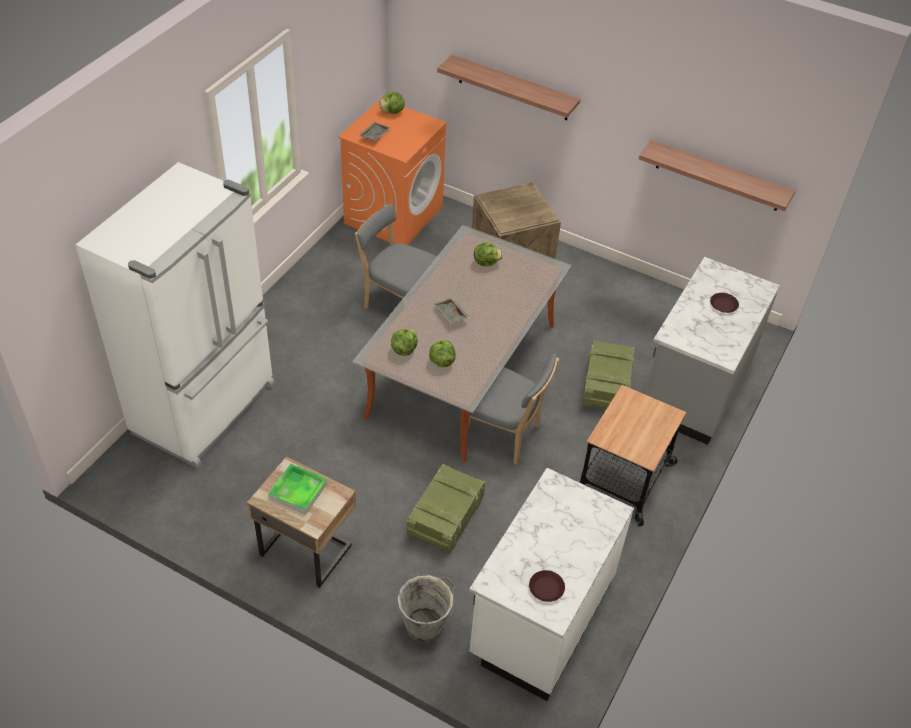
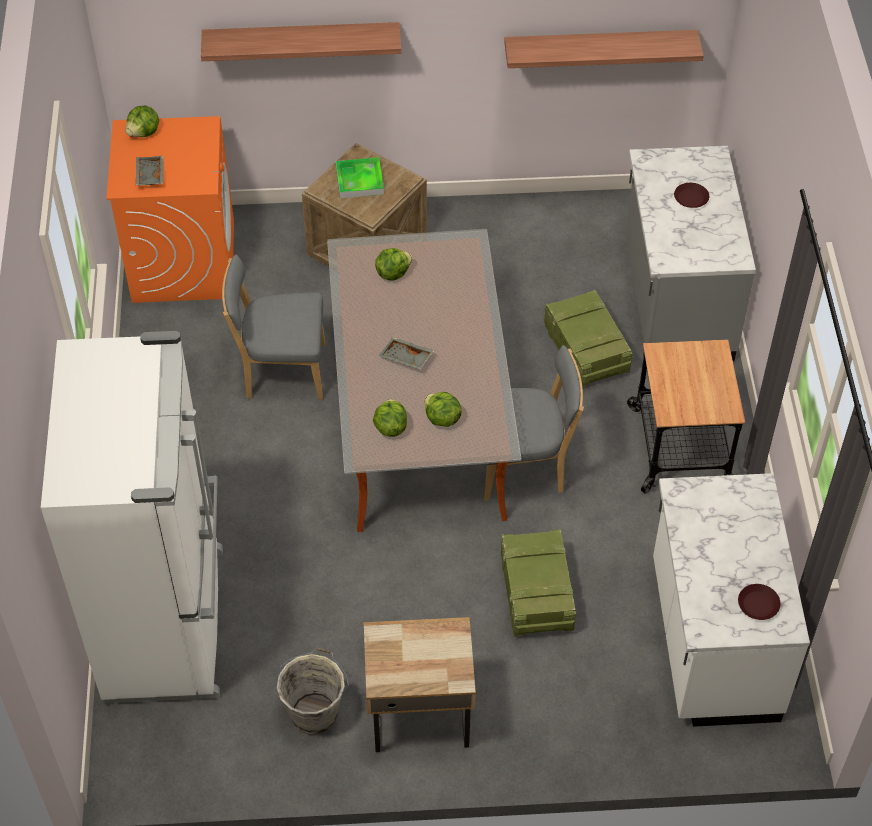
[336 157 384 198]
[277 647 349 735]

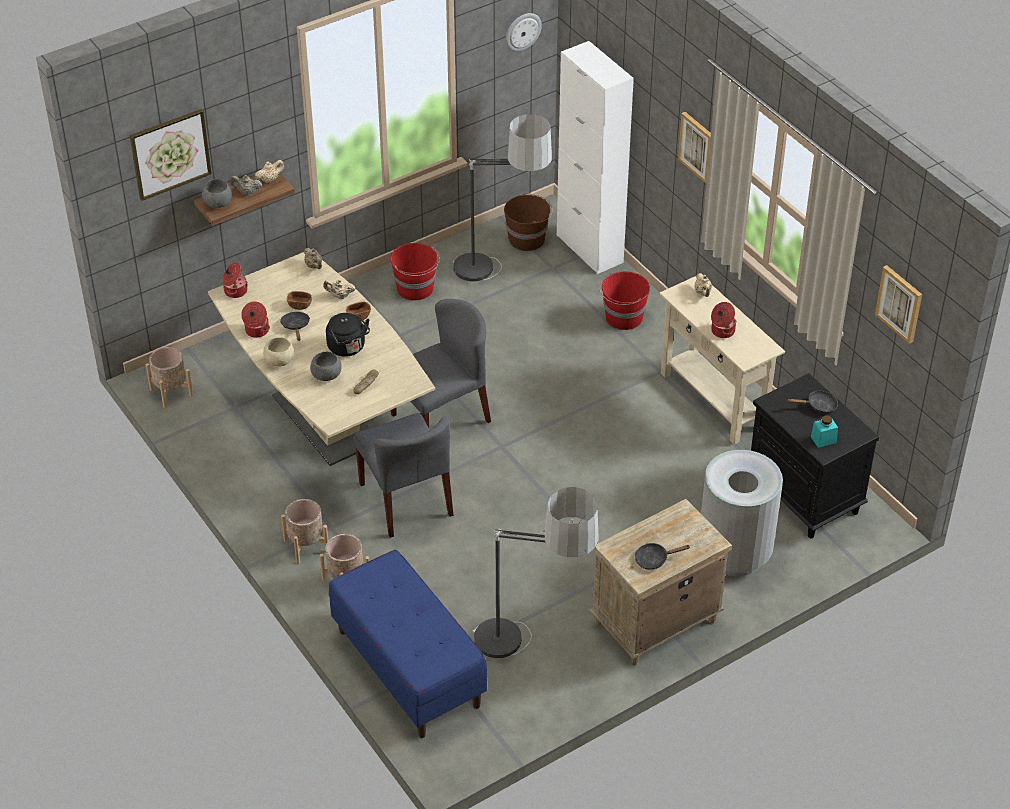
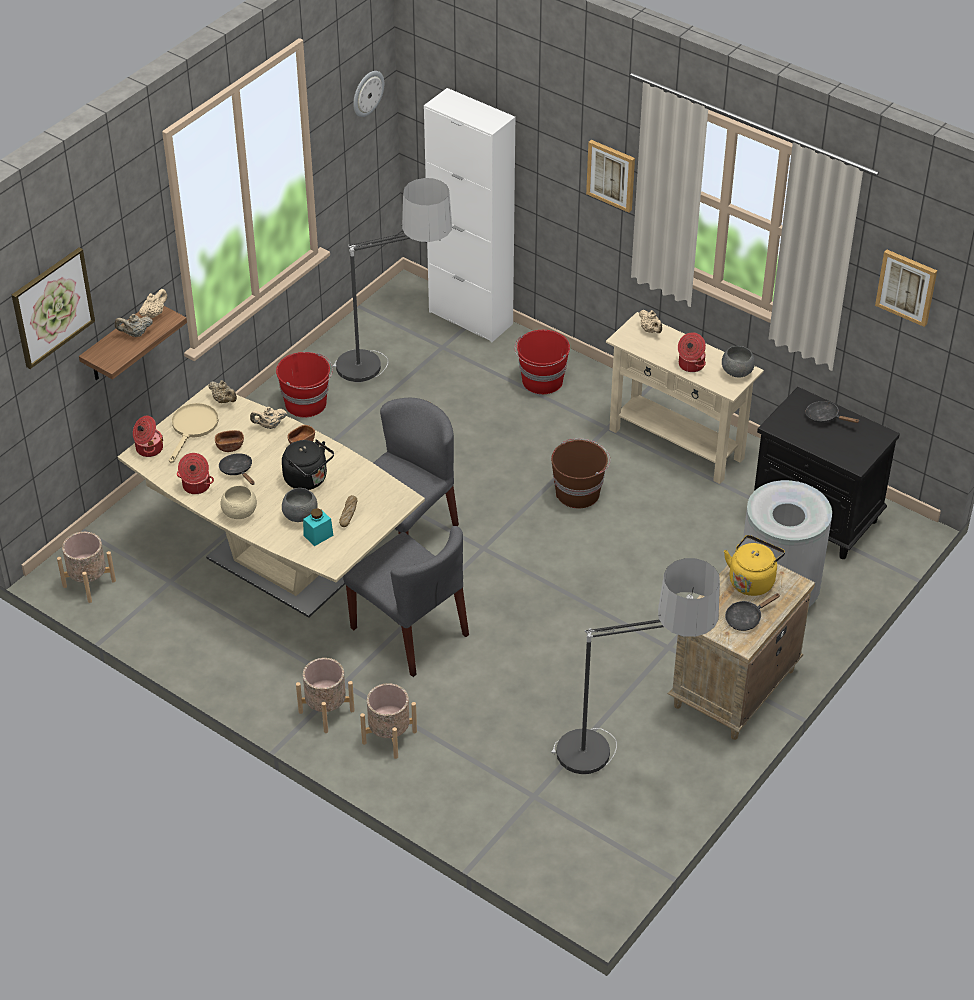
[722 346 755 378]
[551 438 610 508]
[806 401 859 423]
[303 508 333 546]
[329 550 487 738] (first image)
[169 403 219 463]
[724 535 785 596]

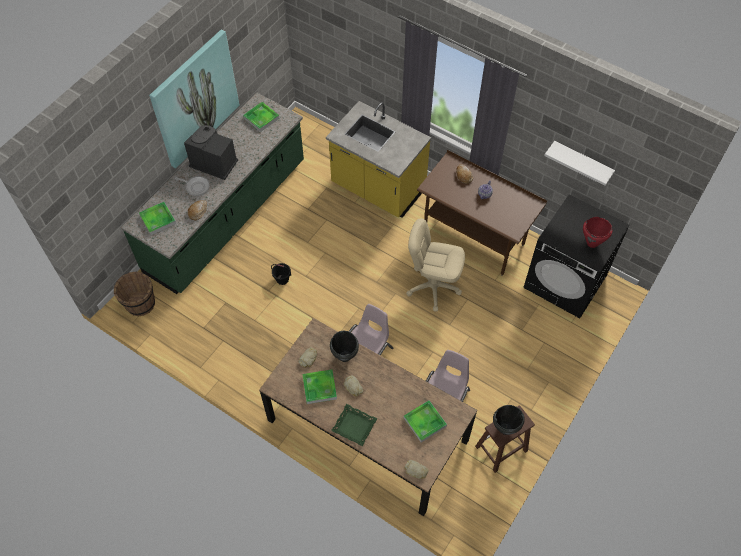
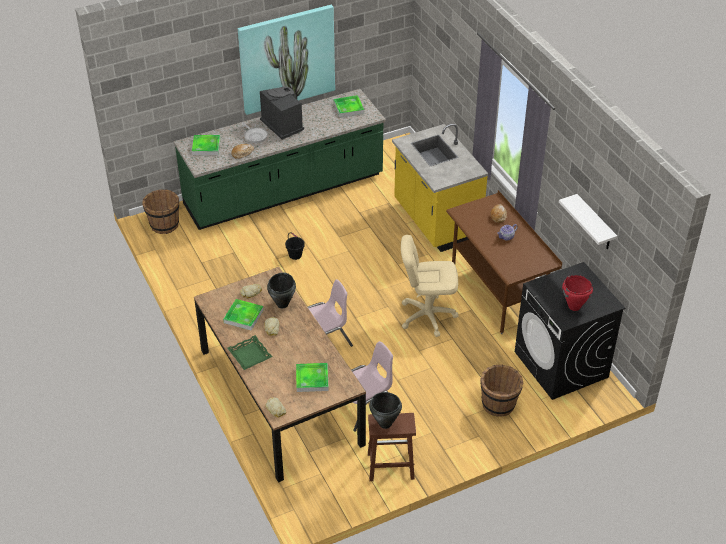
[401 235 458 337]
[481 364 523 417]

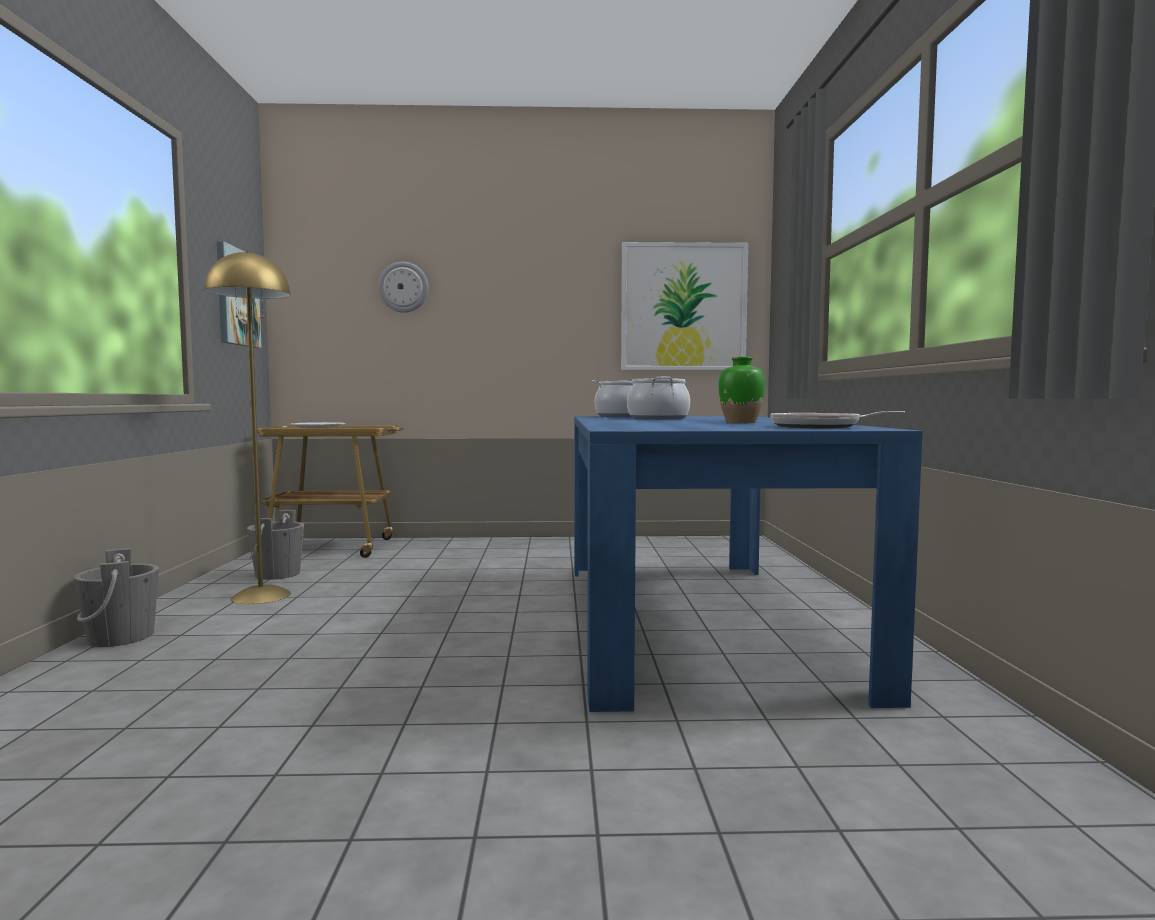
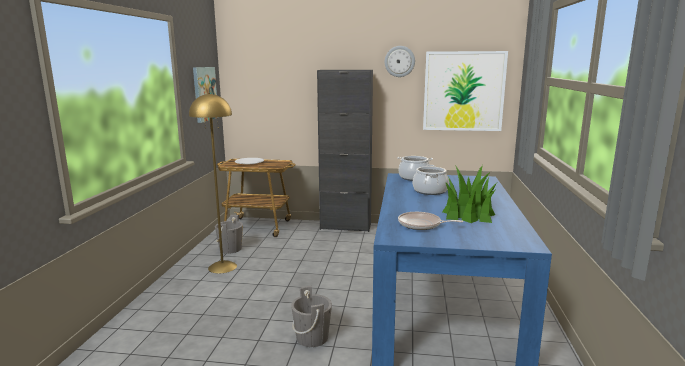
[385 46 415 77]
[442 165 497 223]
[398 212 464 230]
[291 286 332 347]
[317 70 373 232]

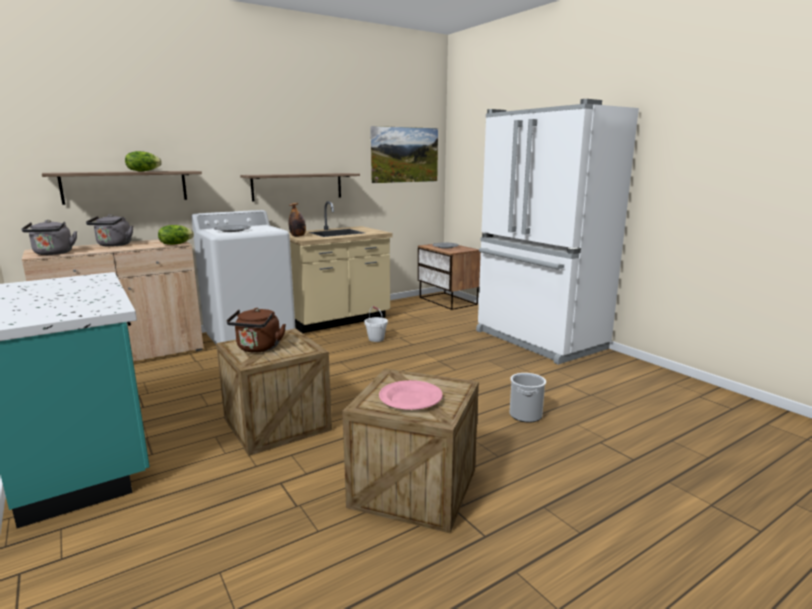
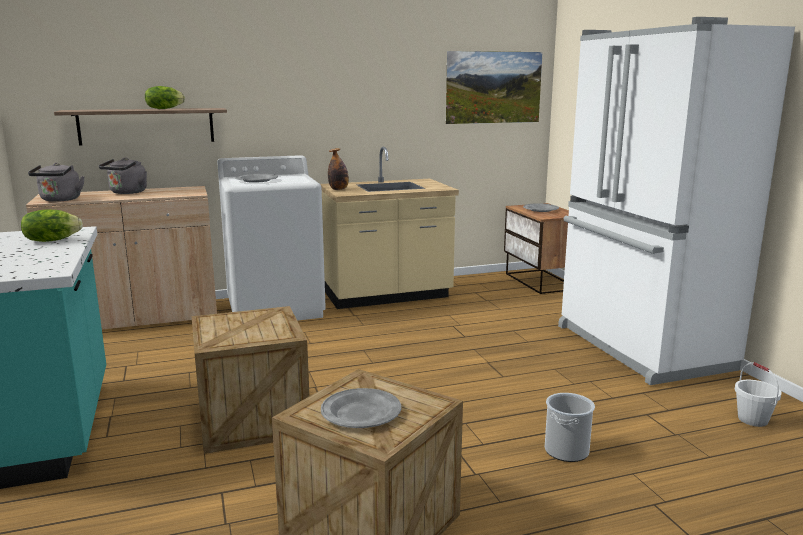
[240 173 360 202] (first image)
[21 209 83 242]
[735 362 782 427]
[226 308 286 353] (first image)
[321 388 401 428]

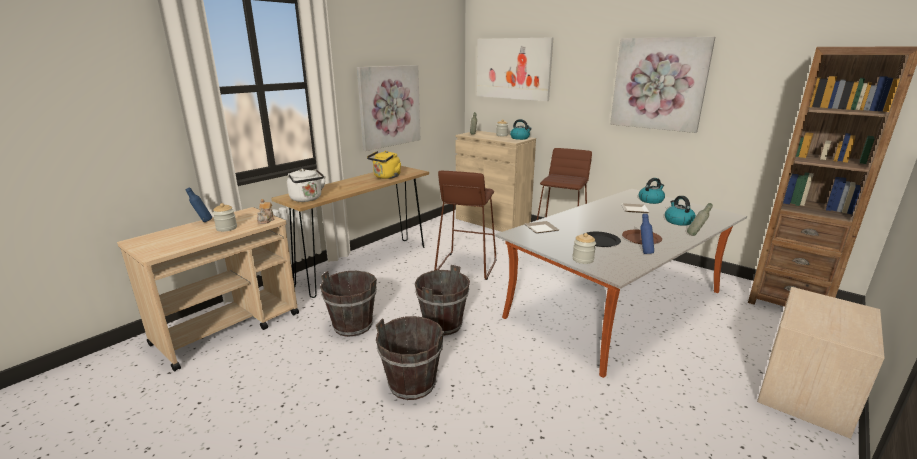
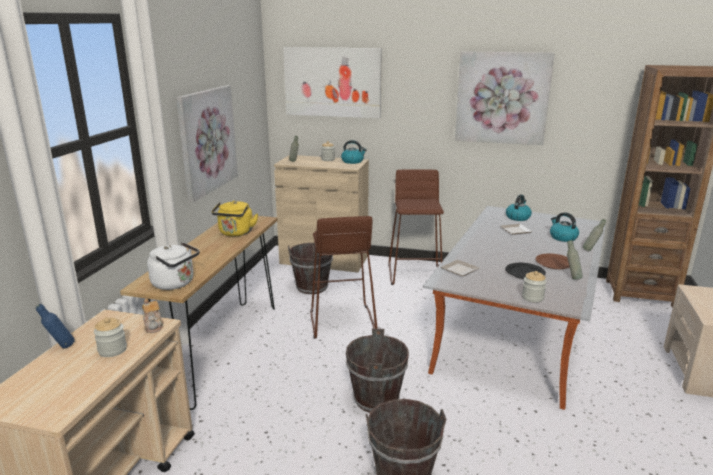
[567 240 583 280]
[288 243 333 294]

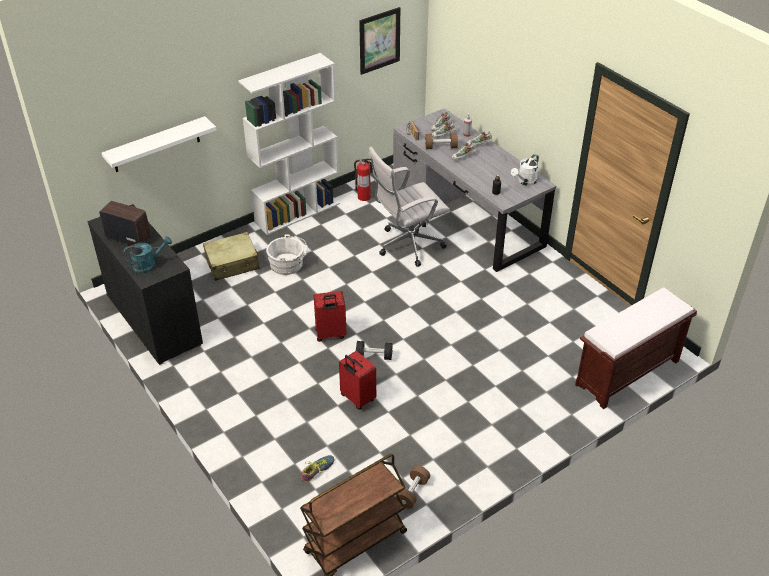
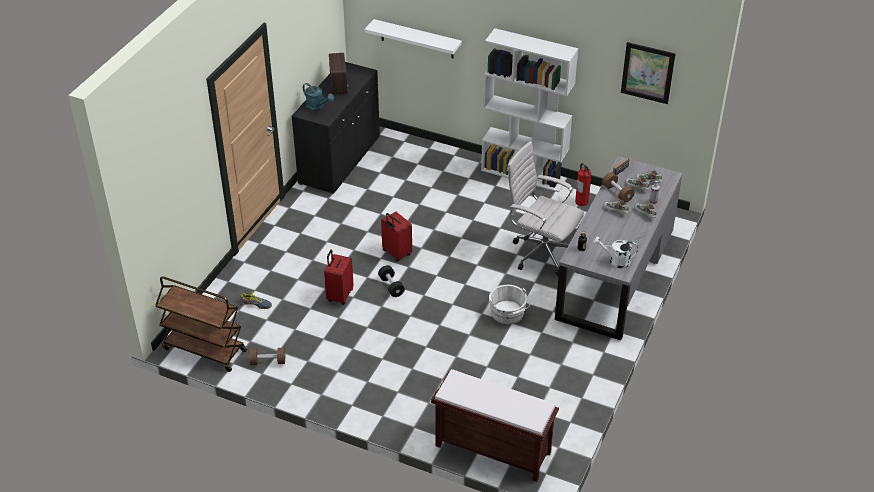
[203 232 260 281] (first image)
[489 285 531 324]

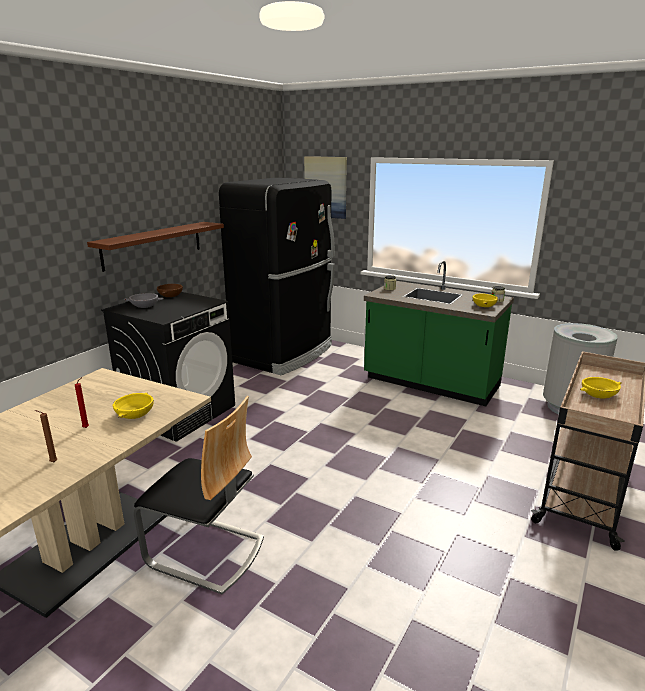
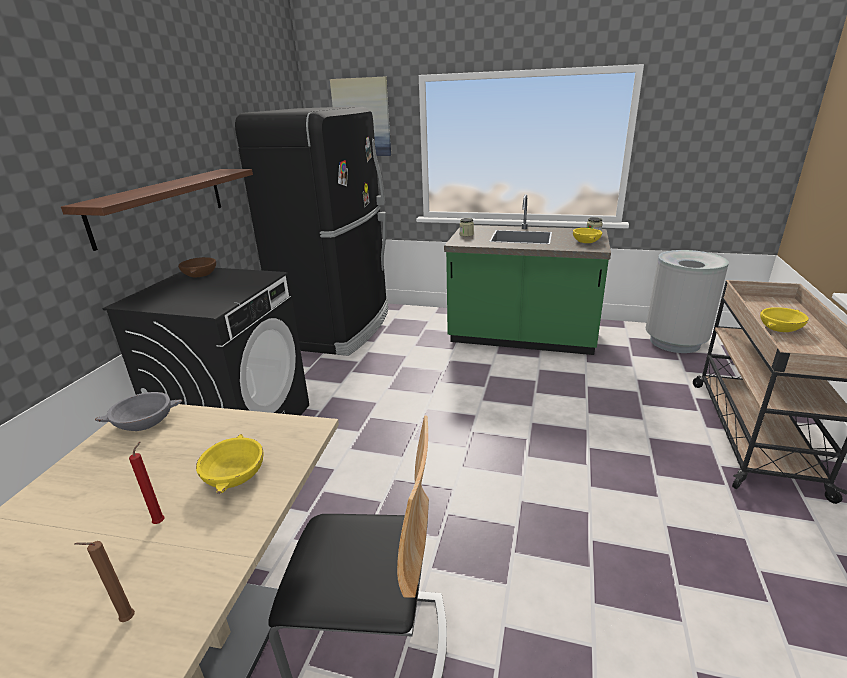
[95 392 182 431]

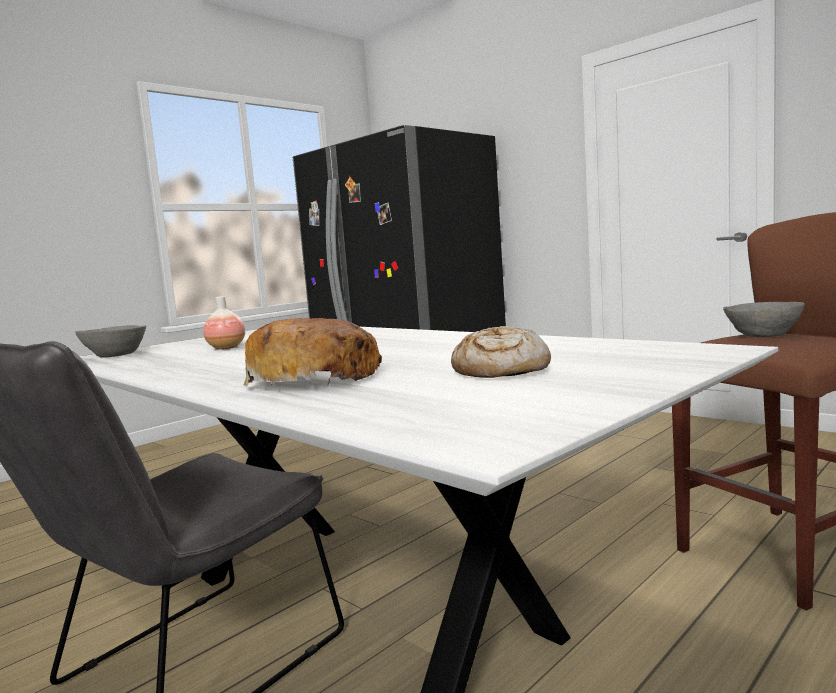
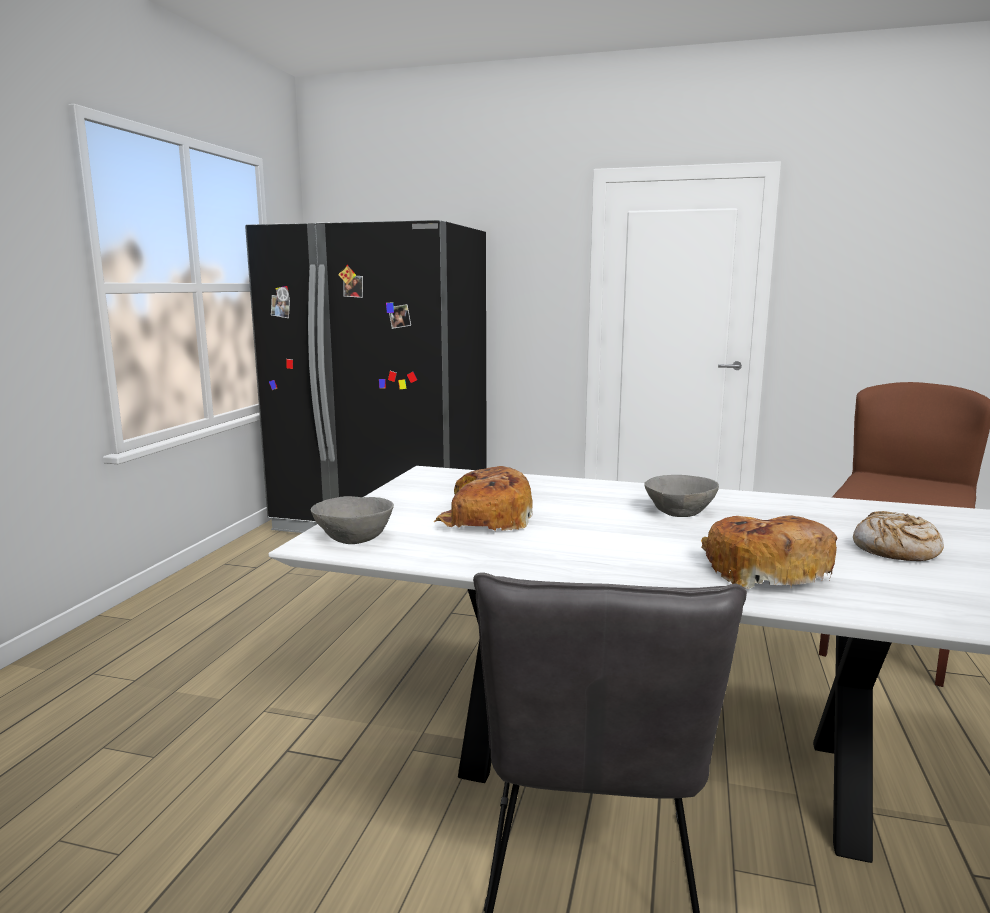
[434 466 533 531]
[644 475 719 517]

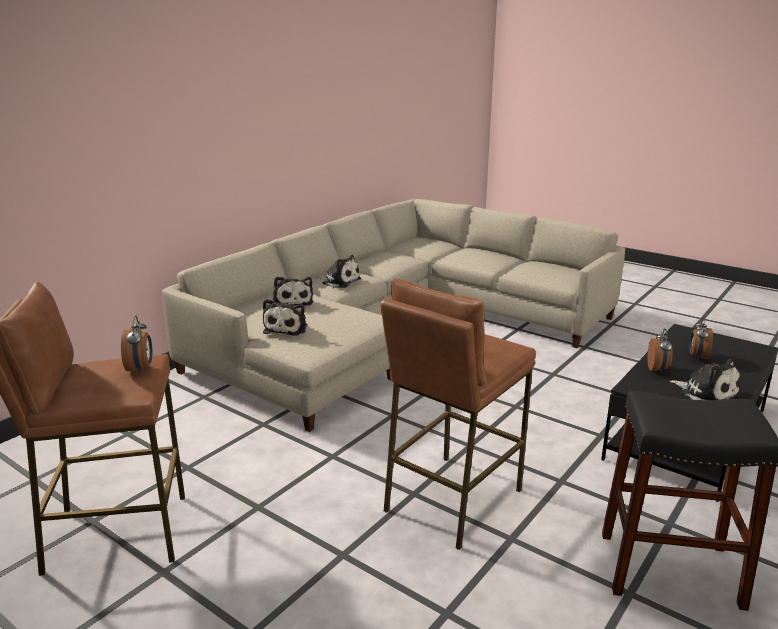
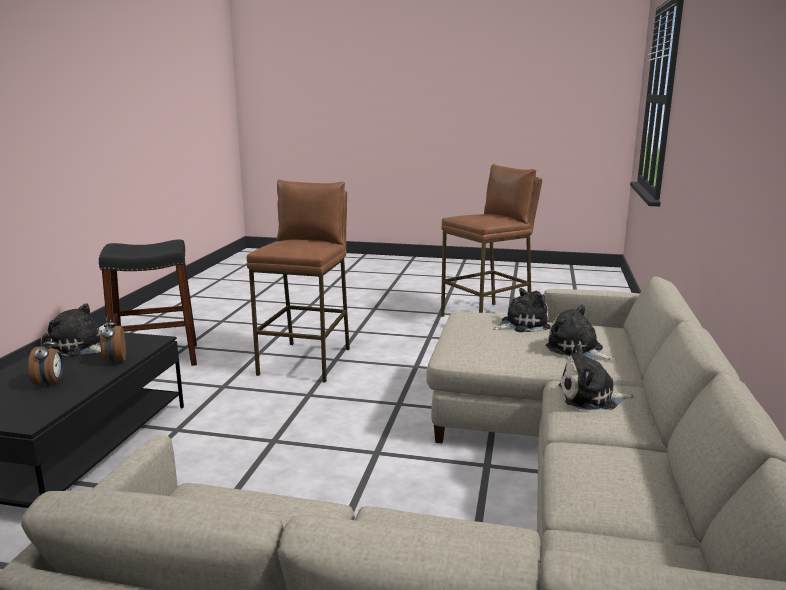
[493 288 551 332]
[121 315 152 373] (first image)

